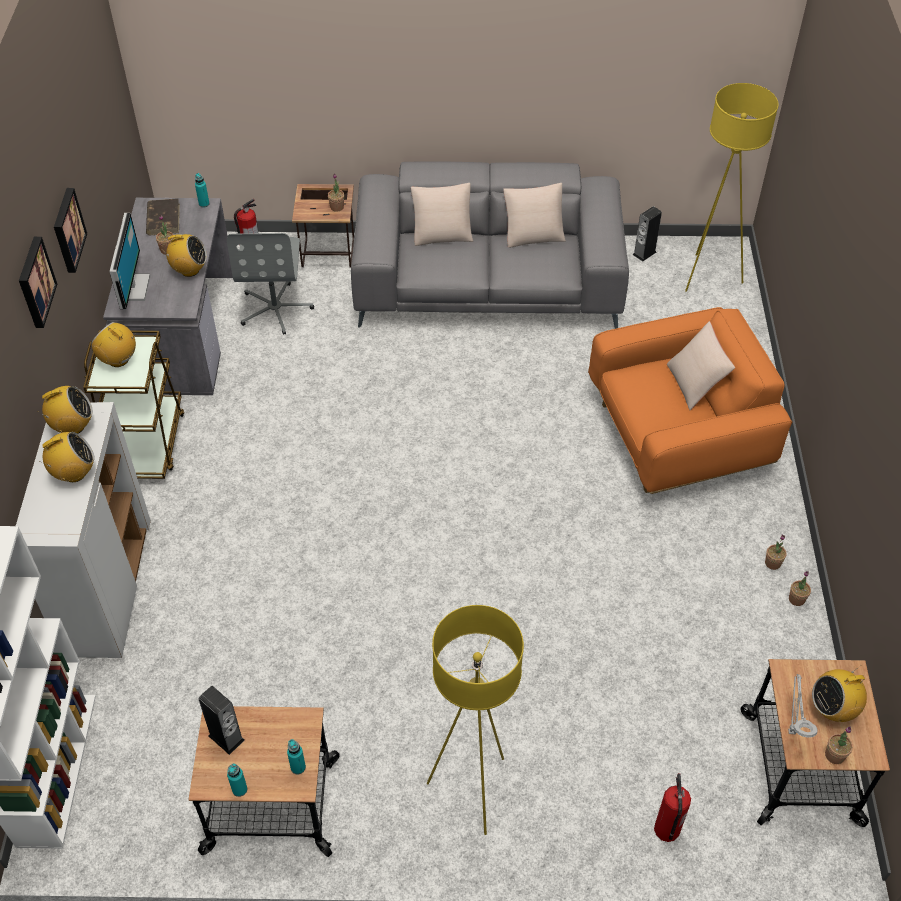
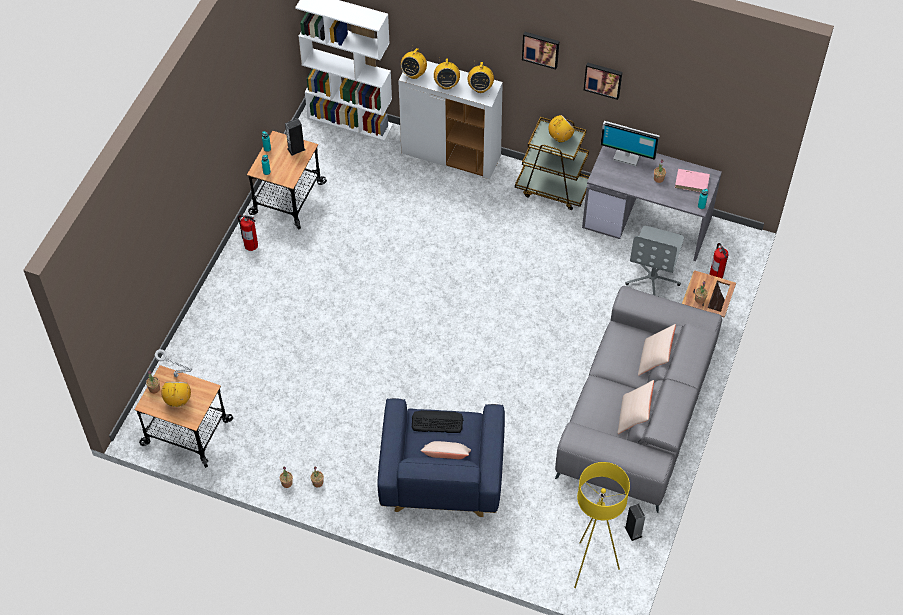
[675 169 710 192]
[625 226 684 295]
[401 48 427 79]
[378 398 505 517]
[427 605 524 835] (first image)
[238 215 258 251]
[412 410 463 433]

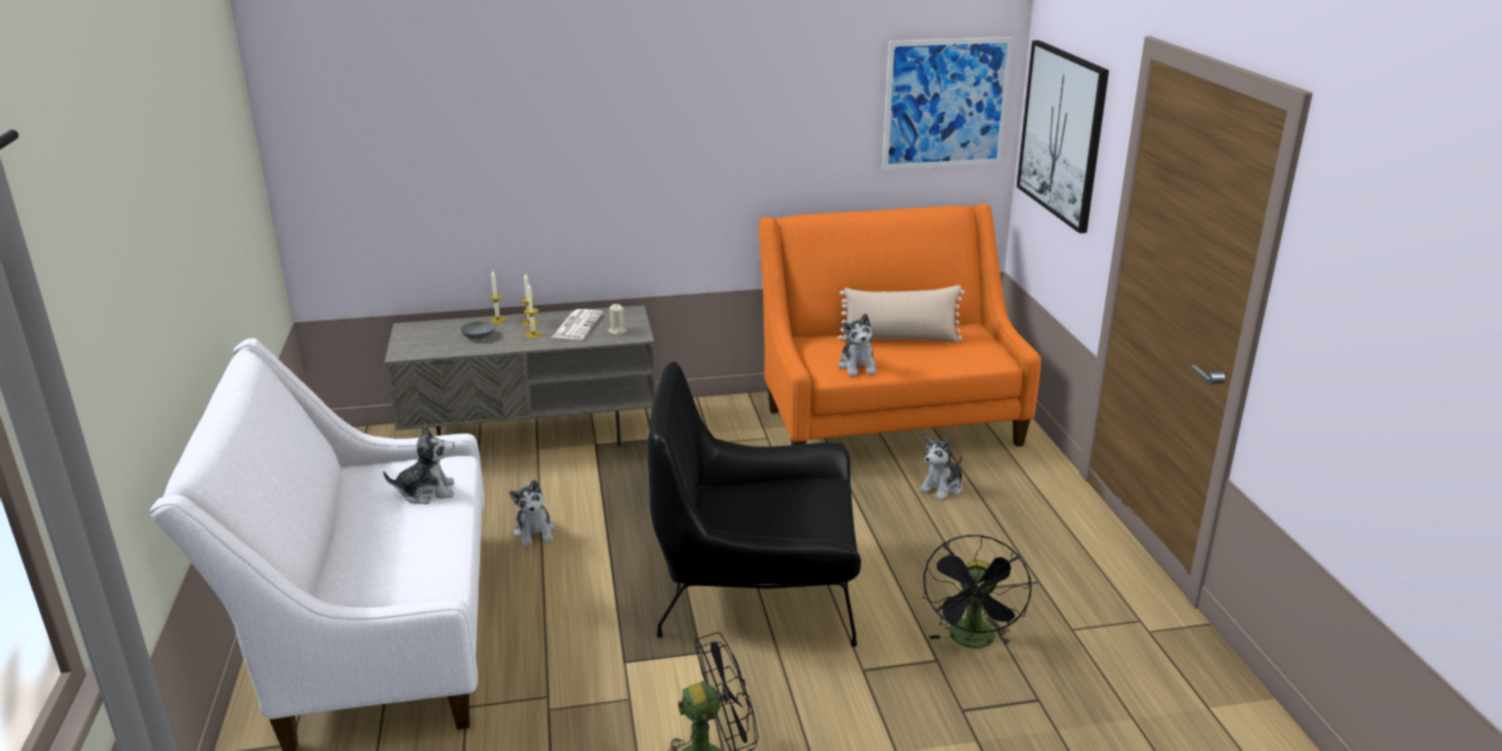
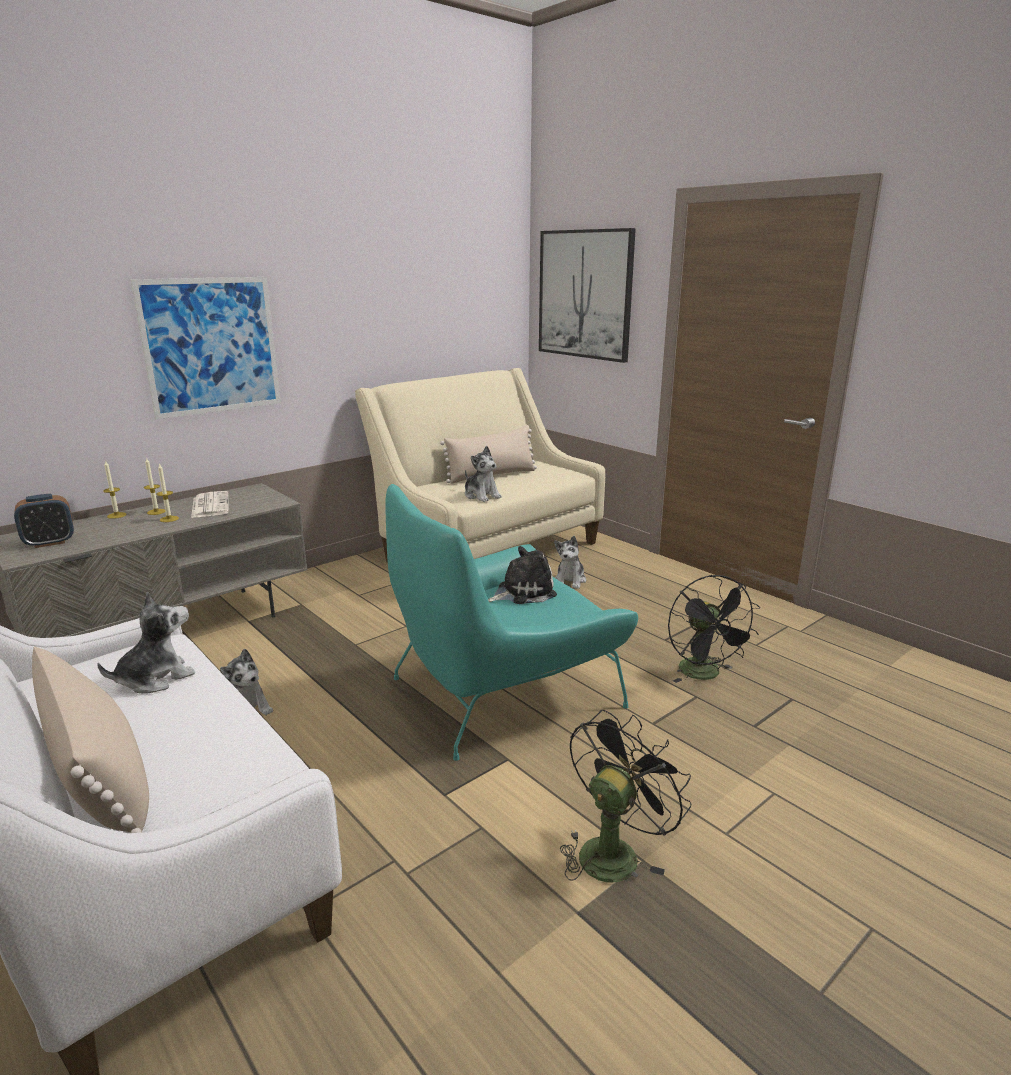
[131 277 281 420]
[355 368 605 563]
[608 304 627 335] (first image)
[460 321 495 339] (first image)
[385 484 638 761]
[14 494 74 548]
[488 546 557 604]
[32 647 149 833]

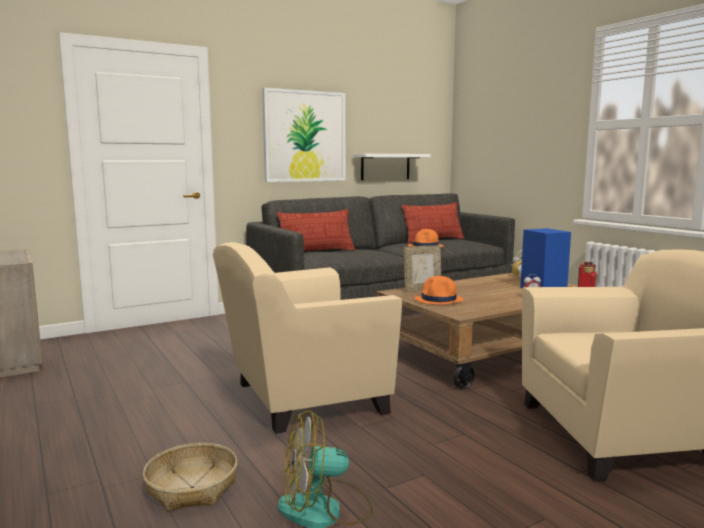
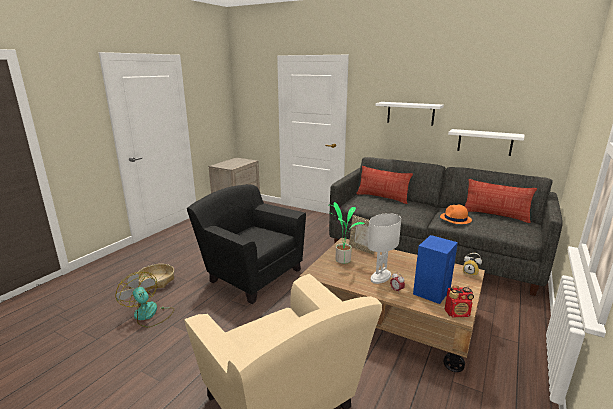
[376 102 444 126]
[187 184 306 304]
[330 202 365 264]
[368 213 401 284]

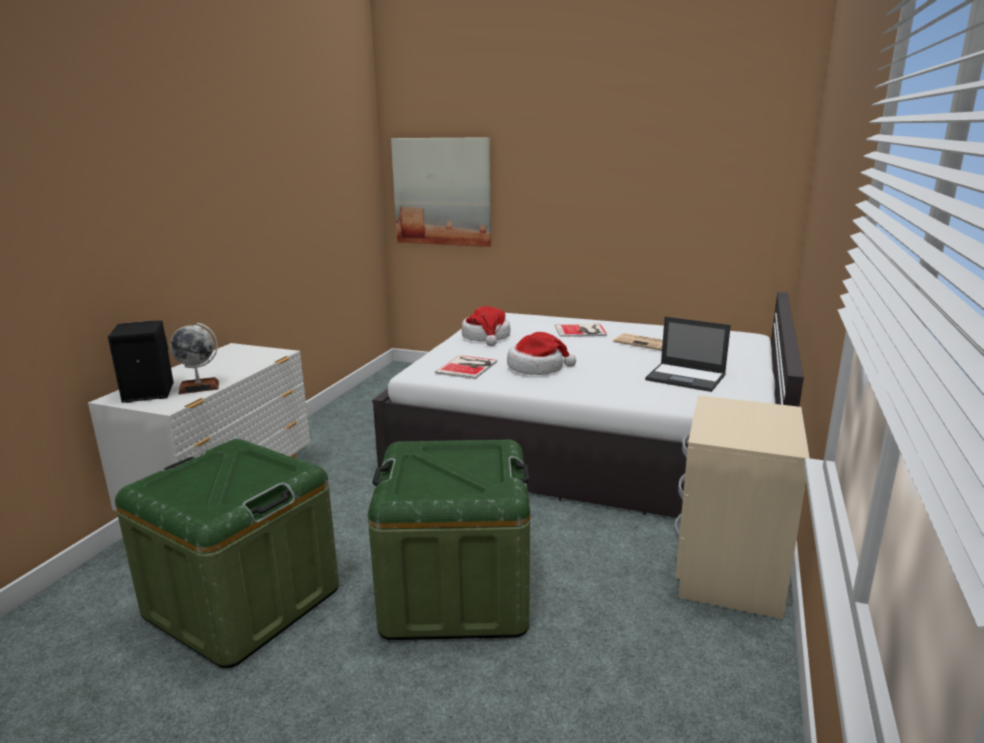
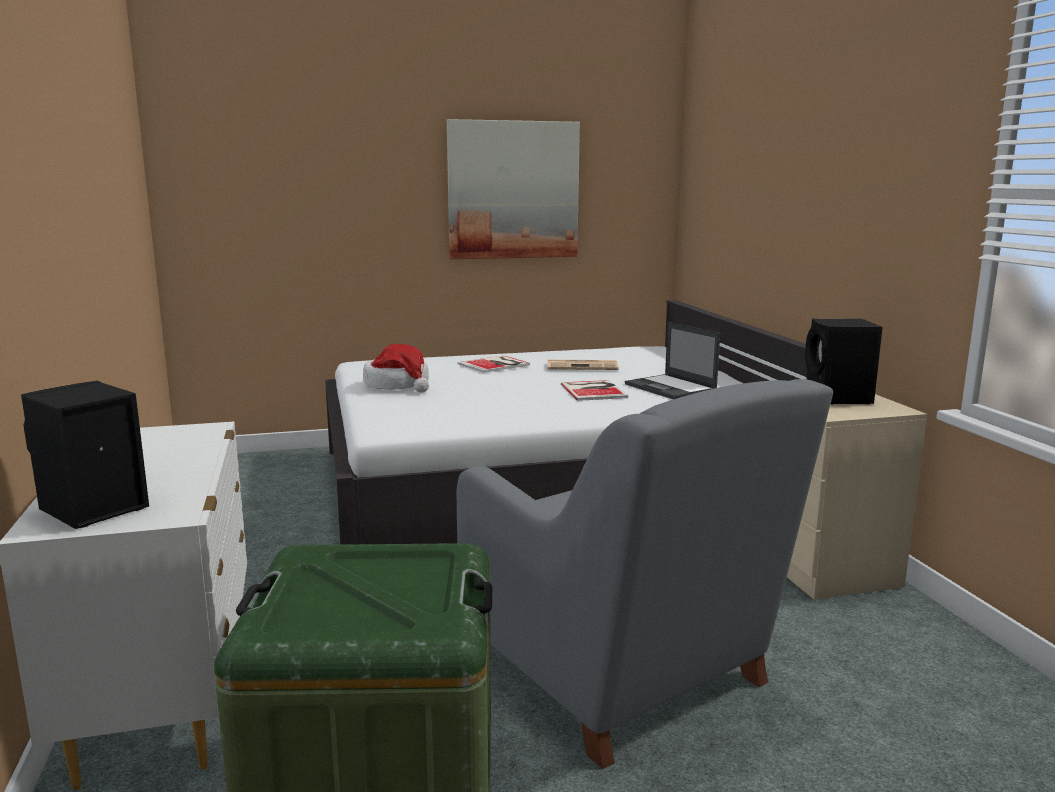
[447 119 580 259]
[625 322 720 399]
[170 323 219 394] (first image)
[507 332 576 375] (first image)
[561 380 628 401]
[457 379 833 769]
[805 319 883 404]

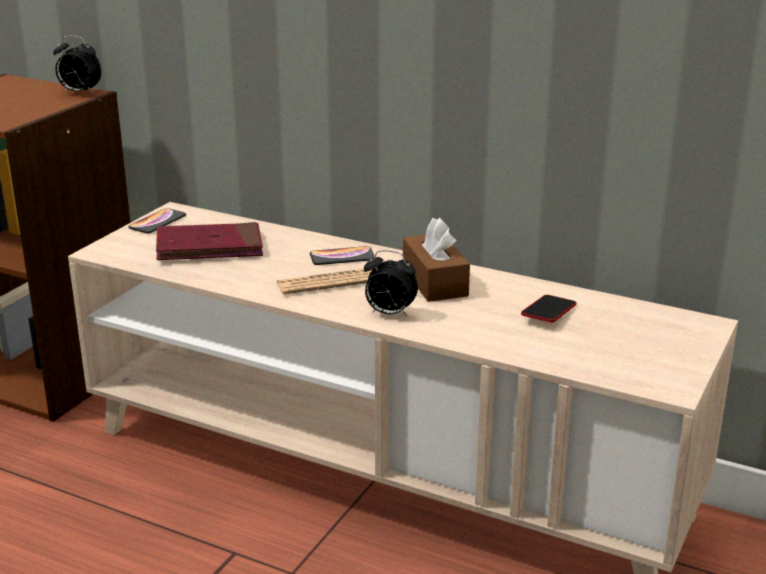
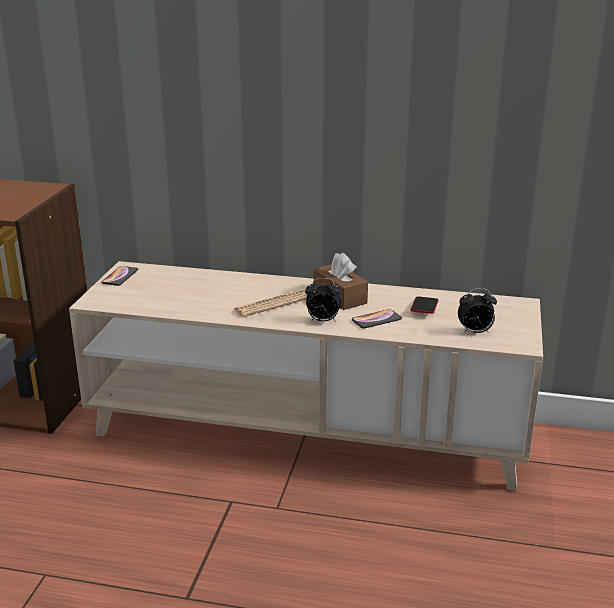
[458 288 497 334]
[156 222 263 260] (first image)
[352 309 402 329]

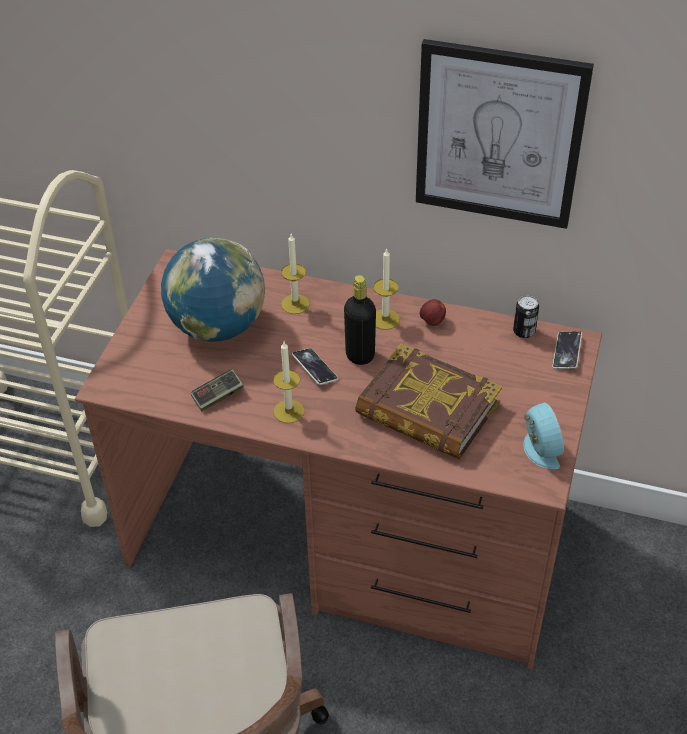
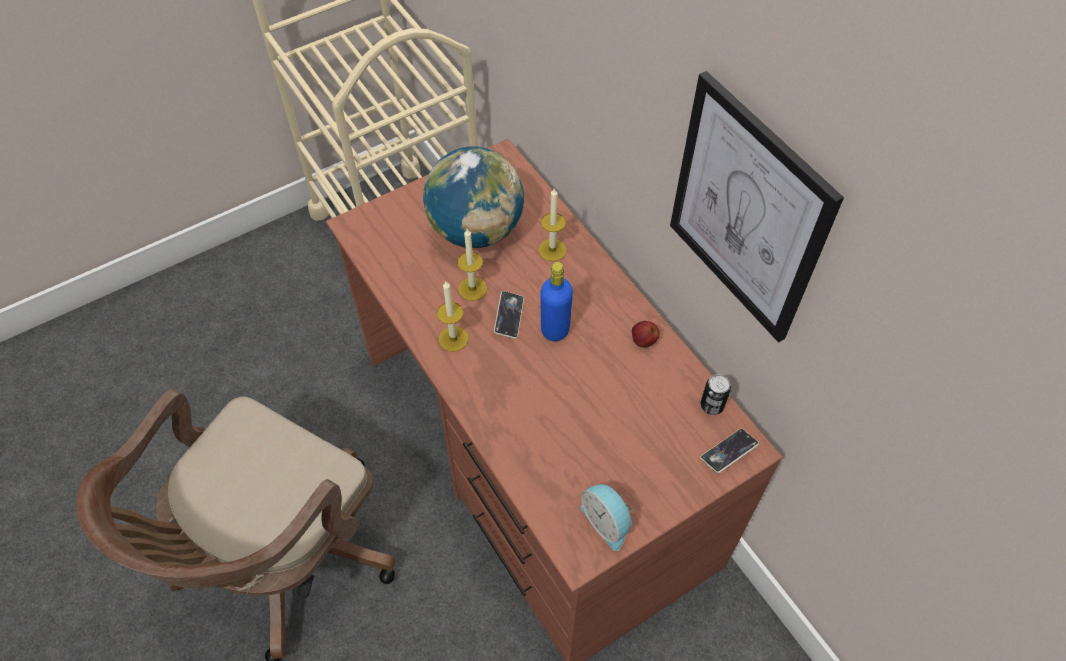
[457 229 487 301]
[540 262 573 341]
[355 344 502 459] (first image)
[191 369 244 411] (first image)
[581 484 633 551]

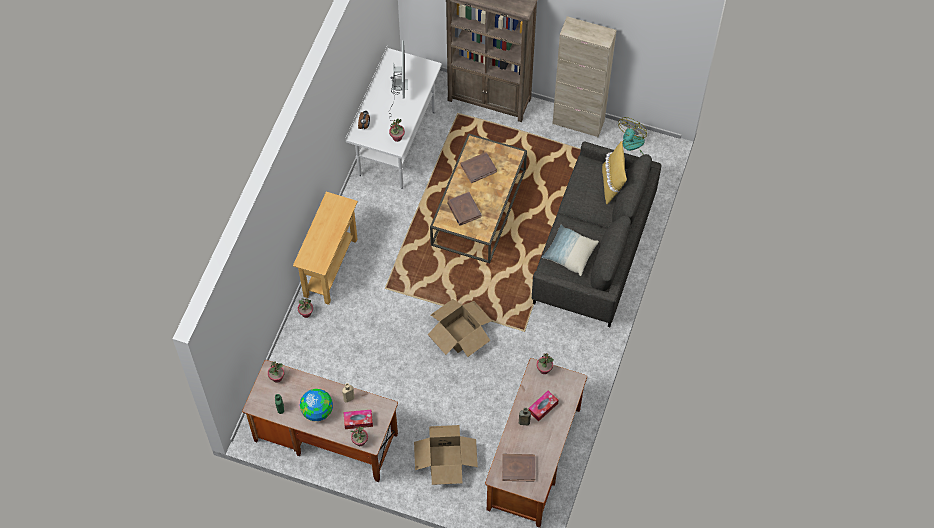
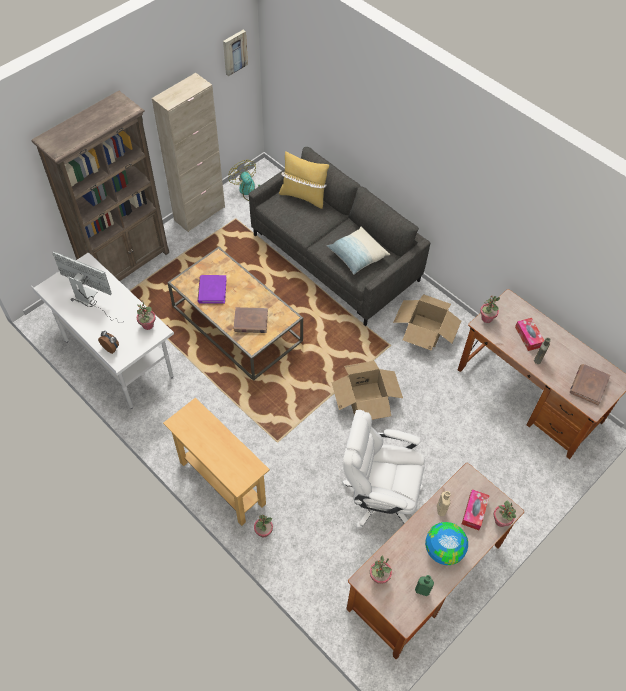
[198 275 227 304]
[393 294 461 351]
[223 30 248 76]
[343 410 425 529]

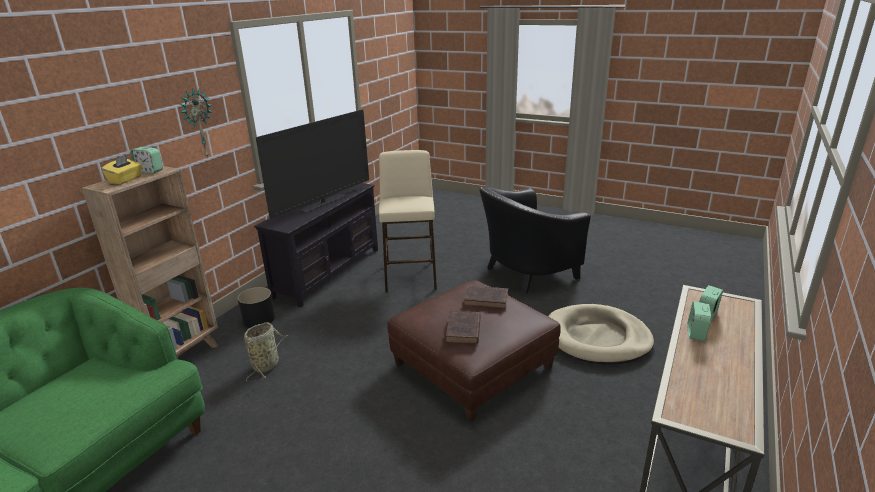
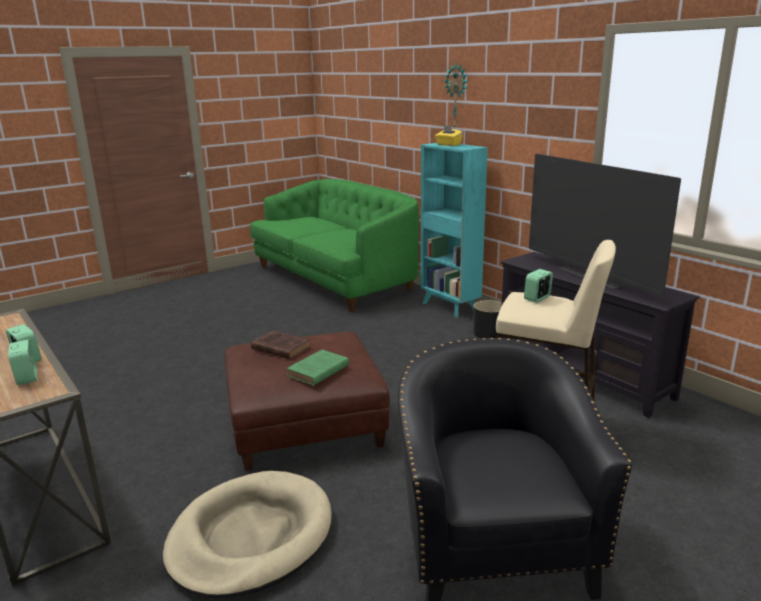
[444 63 468 128]
[524 269 553 303]
[421 143 488 318]
[286 350 349 386]
[244 322 287 382] (first image)

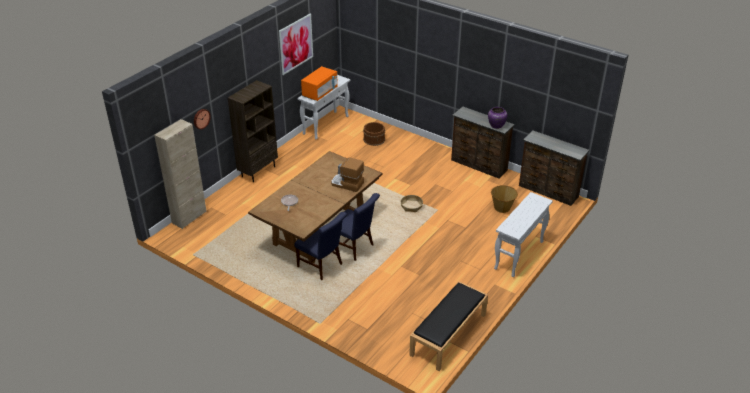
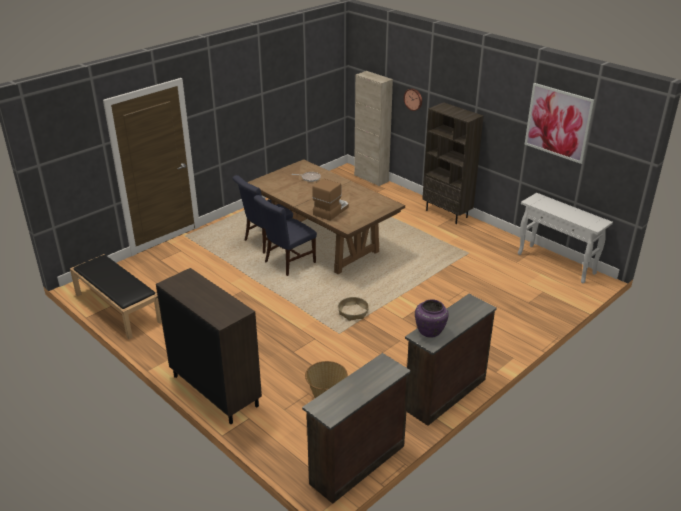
[301 66 338 101] (first image)
[363 122 385 146] (first image)
[156 268 262 424]

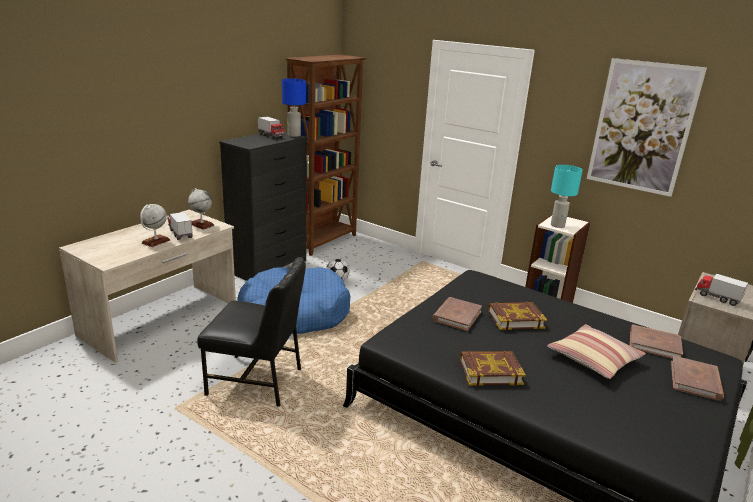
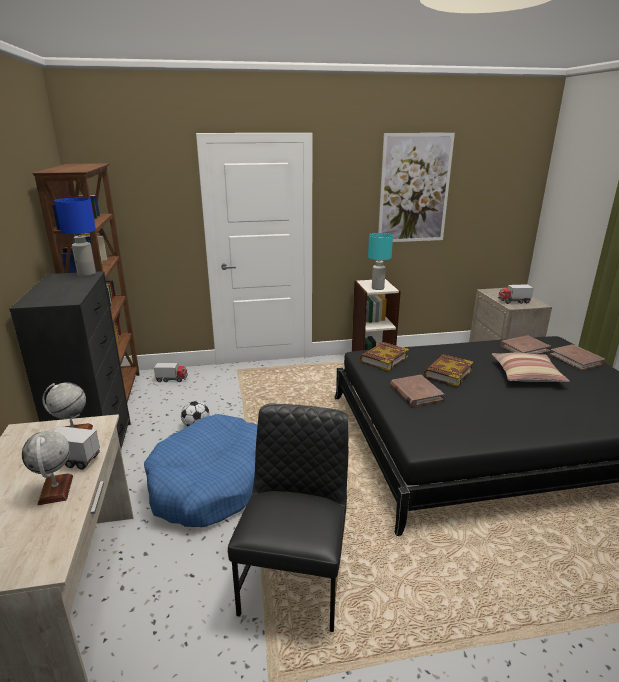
[154 363 188 382]
[228 403 349 632]
[360 342 409 371]

